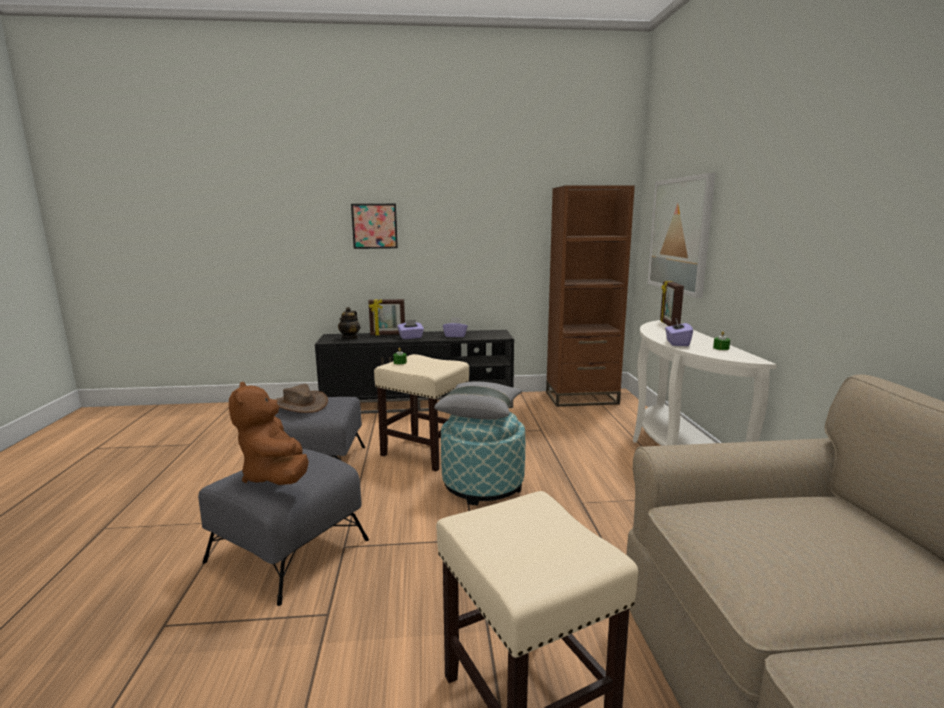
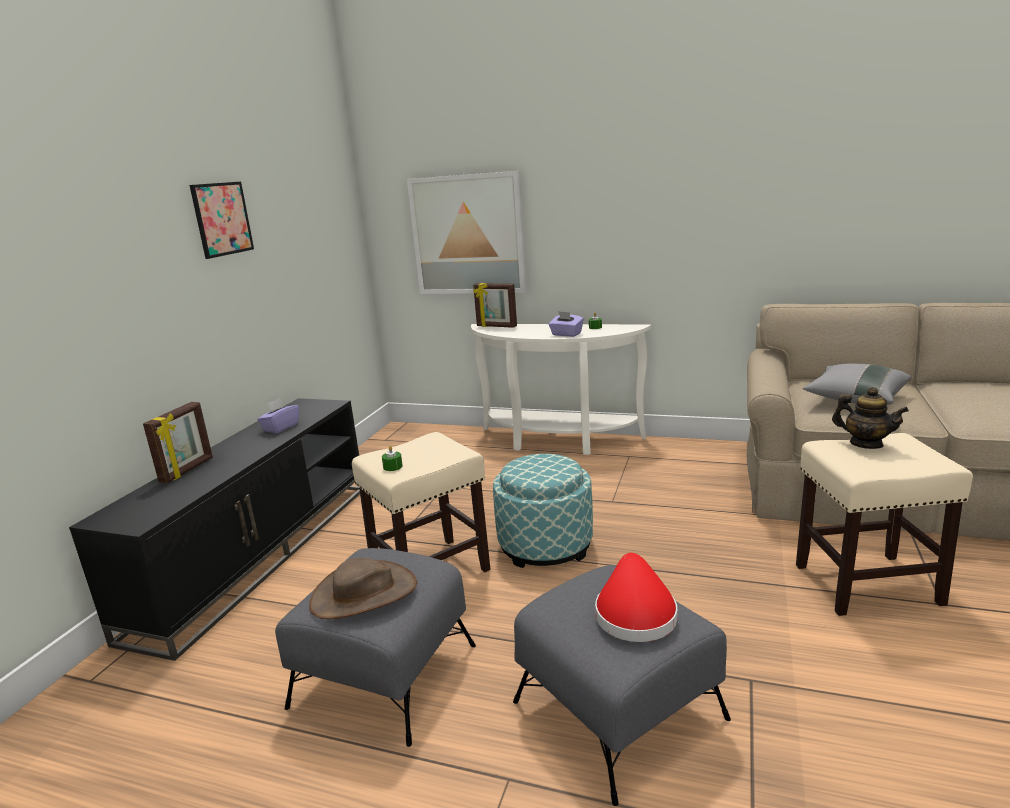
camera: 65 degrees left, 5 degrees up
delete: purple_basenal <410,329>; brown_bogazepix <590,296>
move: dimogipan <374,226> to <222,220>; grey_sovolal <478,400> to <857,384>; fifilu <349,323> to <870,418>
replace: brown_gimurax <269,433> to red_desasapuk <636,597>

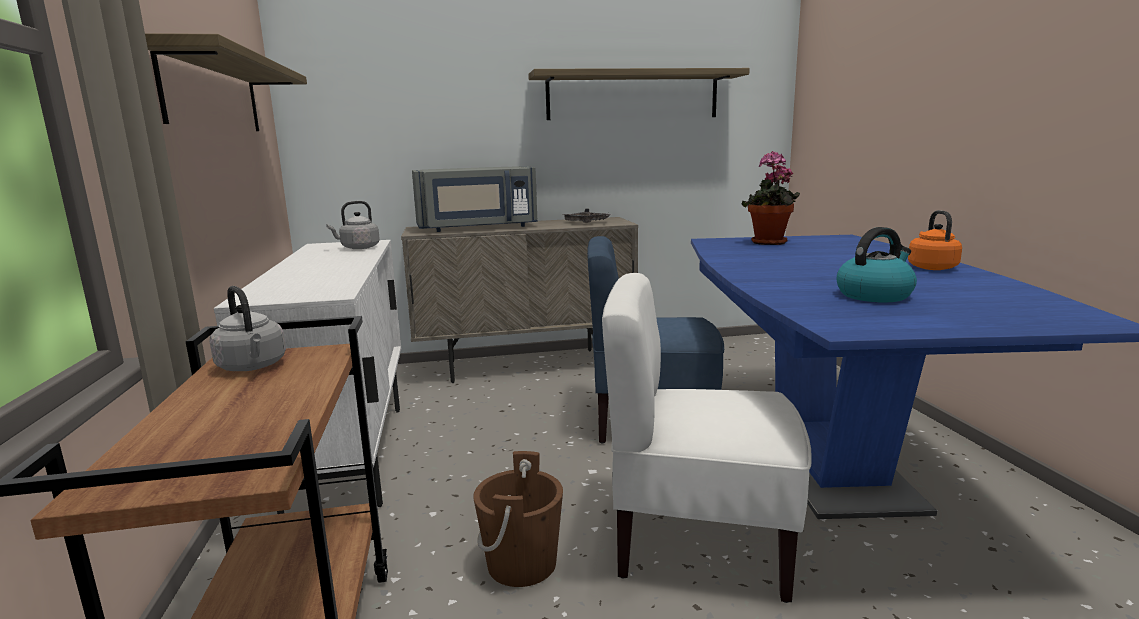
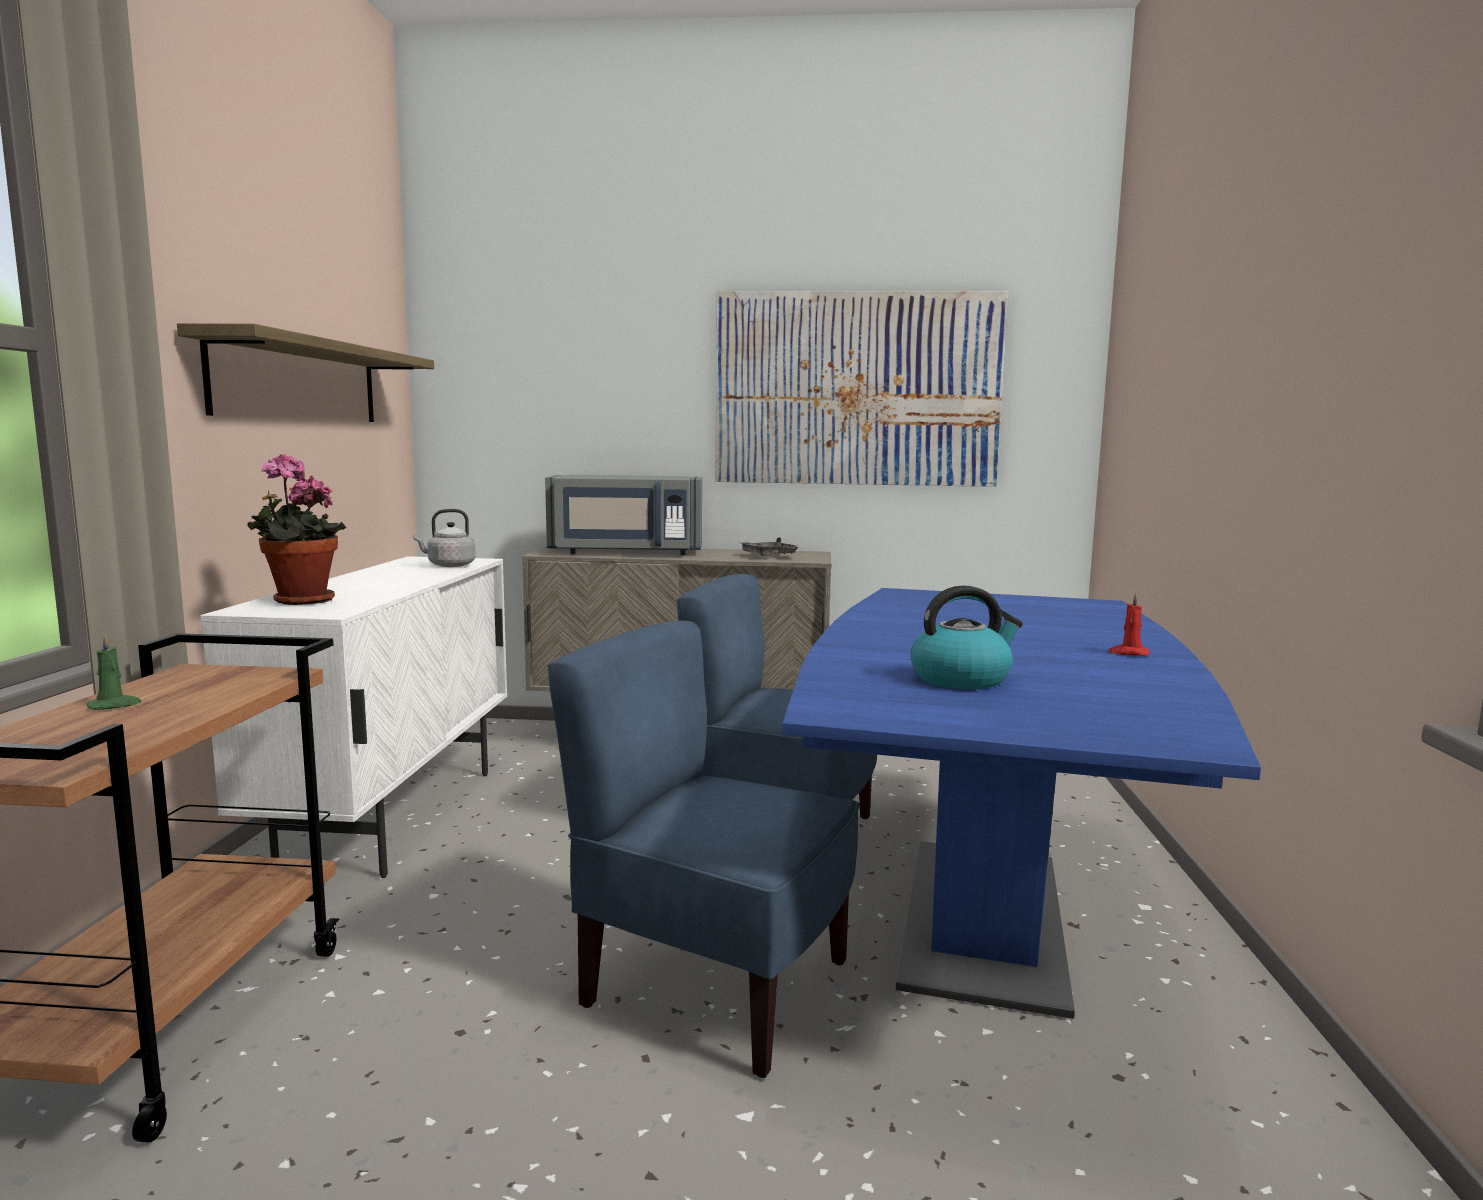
camera: 15 degrees right, 5 degrees down
delete: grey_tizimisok <247,328>; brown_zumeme <518,519>
insert: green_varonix <114,672>
move: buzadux <771,198> to <297,529>
replace: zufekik <639,94> to dimogipan <861,389>; orange_tizimisok <935,240> to red_varonix <1129,624>
recolor: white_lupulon <707,438> to blue_lupulon <703,849>

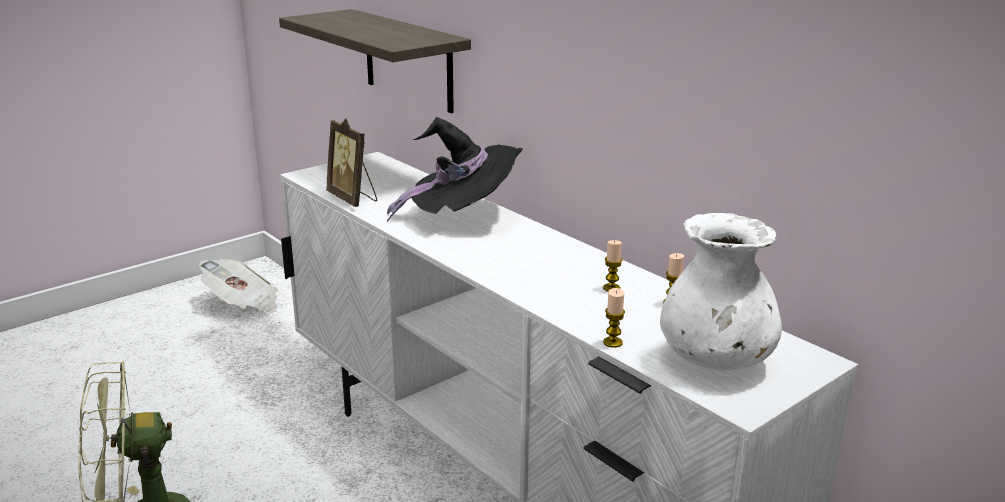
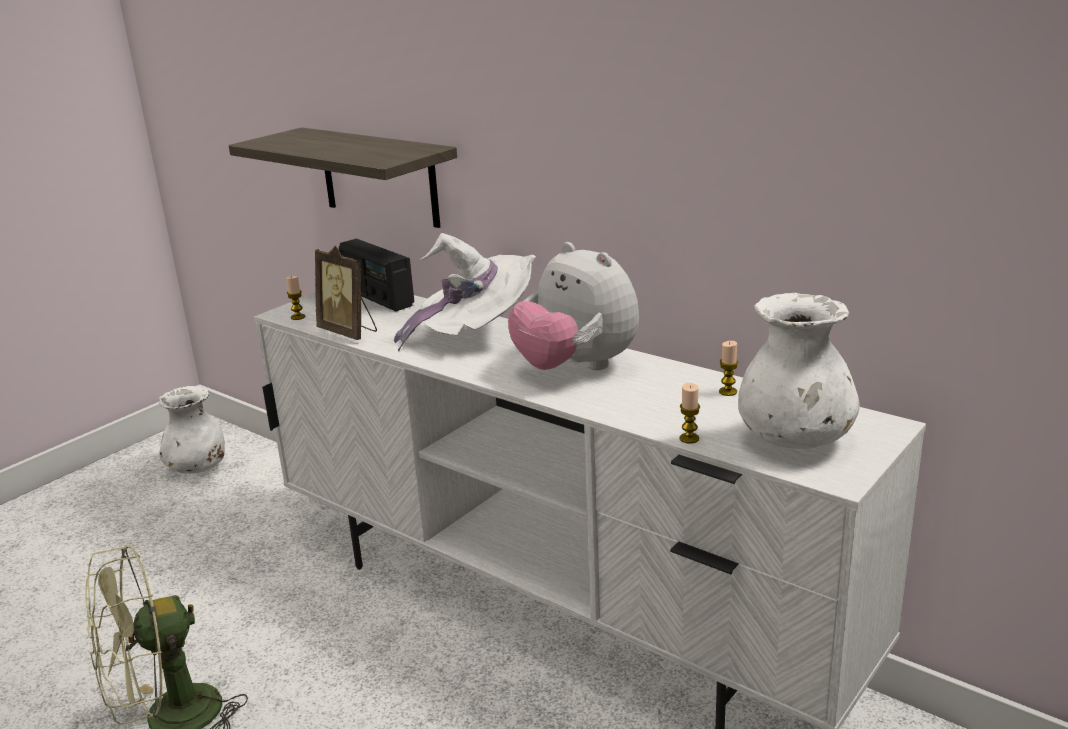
camera: 10 degrees left, 0 degrees up
insert: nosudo <376,275>; gimurax <573,306>
move: varonix <613,265> to <295,298>
replace: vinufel <238,286> to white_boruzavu <192,429>
recolor: black_desasapuk <455,169> to white_desasapuk <465,292>

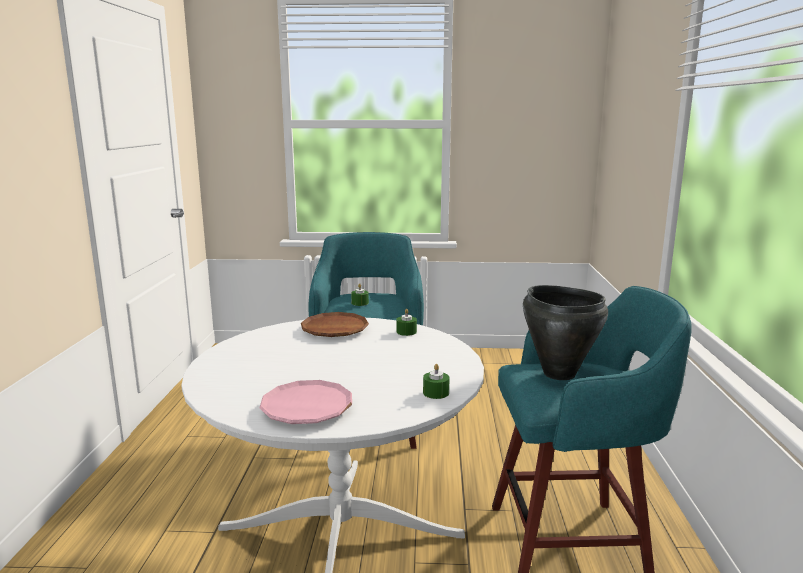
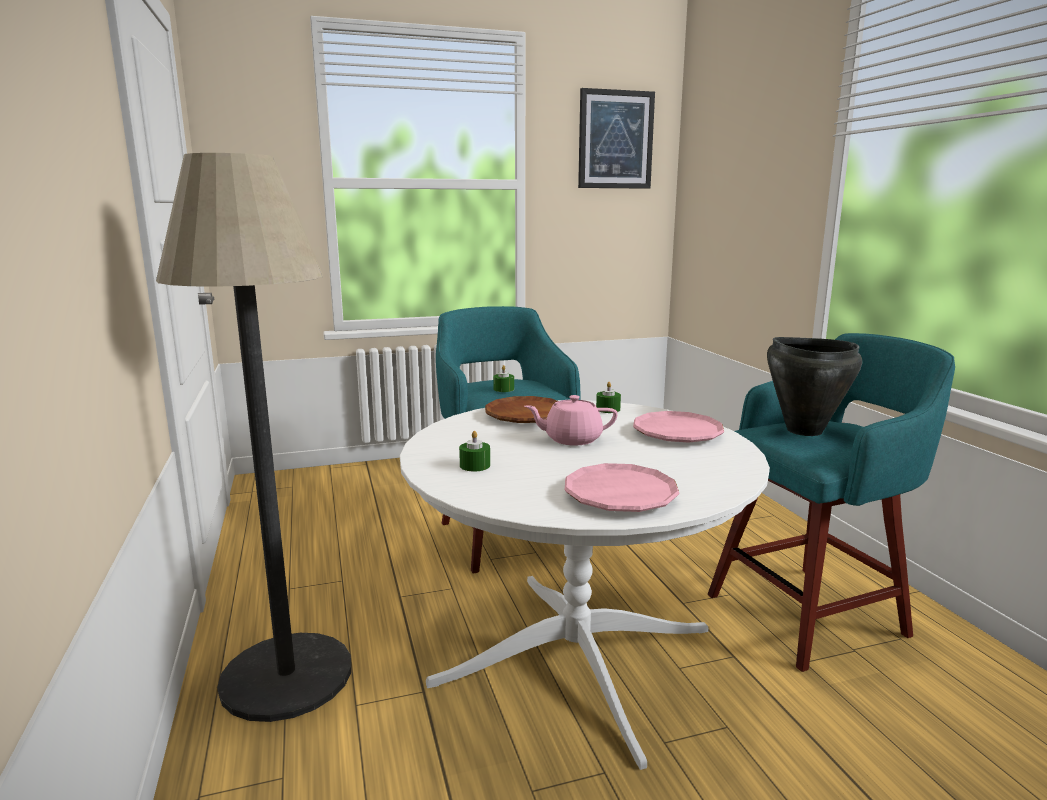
camera: 20 degrees left, 0 degrees up
insert: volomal <253,437>; pink_fifilu <571,420>; dimogipan <616,138>; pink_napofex <678,427>
move: green_varonix <436,381> to <474,451>

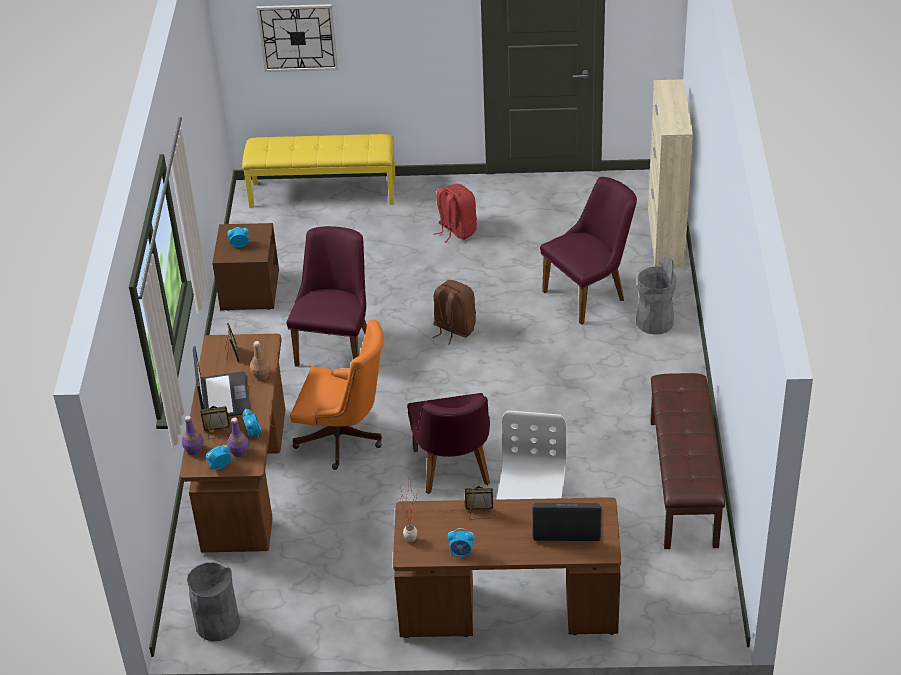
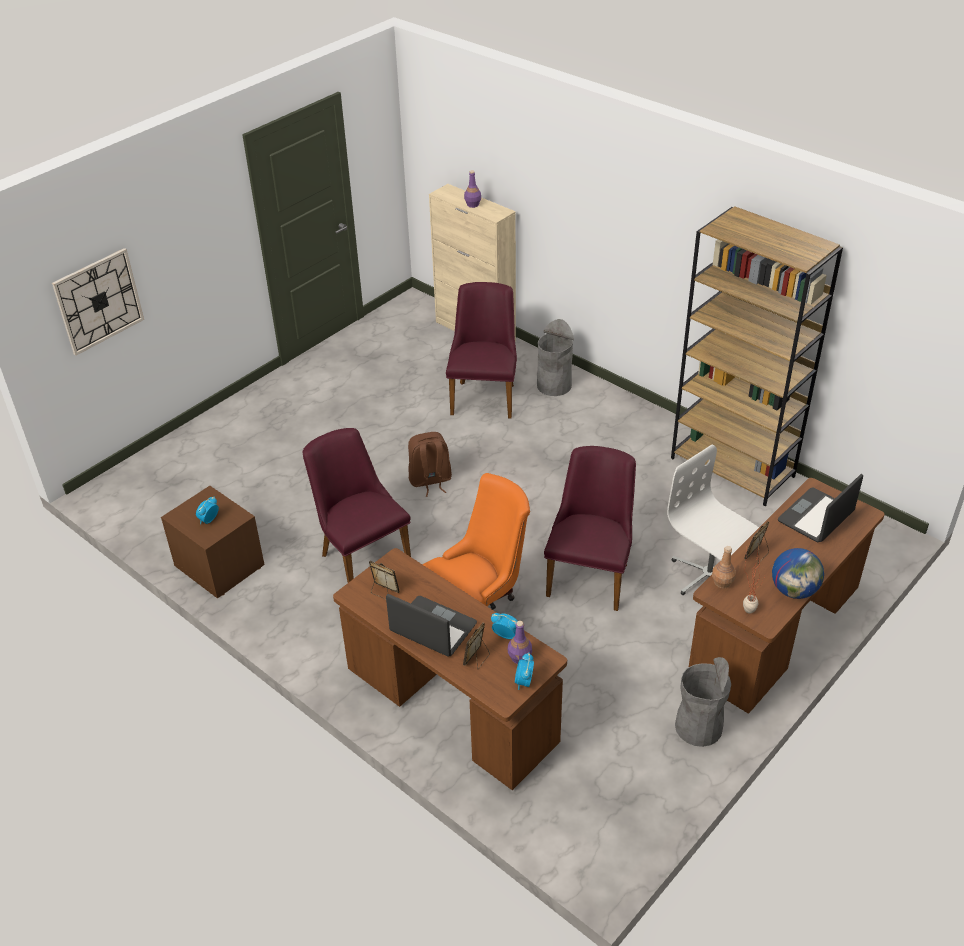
camera: 50 degrees left, 0 degrees up
delete: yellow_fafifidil <319,171>; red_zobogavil <455,213>
move: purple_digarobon <192,435> to <472,189>; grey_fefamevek <213,601> to <703,702>; brown_digarobon <260,360> to <724,567>
replace: brown_fafifidil <687,461> to brown_bogazepix <757,356>; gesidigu <461,542> to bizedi <798,573>
rotate: purple_lupulon <448,443> = <590,528> 105 degrees counterclockwise

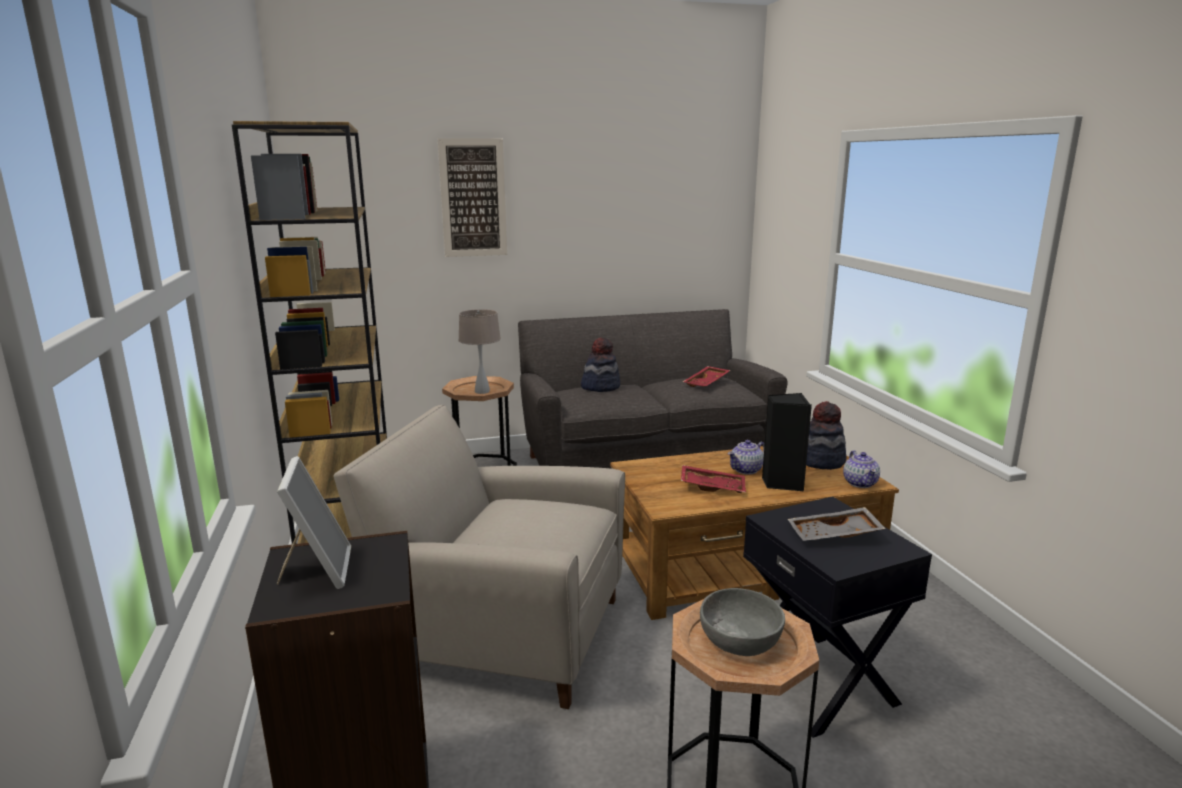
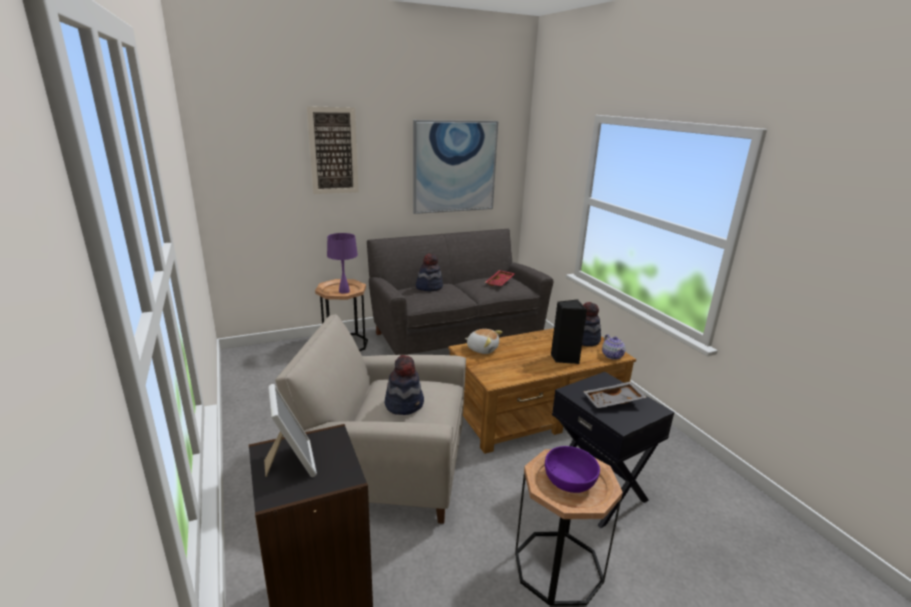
camera: 10 degrees left, 5 degrees up
delete: brown_bogazepix <309,332>; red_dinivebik <713,479>; fifilu <746,457>
insert: desasapuk <404,385>; dimogipan <455,167>; gimurax <484,341>
recolor: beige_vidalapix <479,351> to purple_vidalapix <342,263>; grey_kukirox <742,622> to purple_kukirox <572,469>

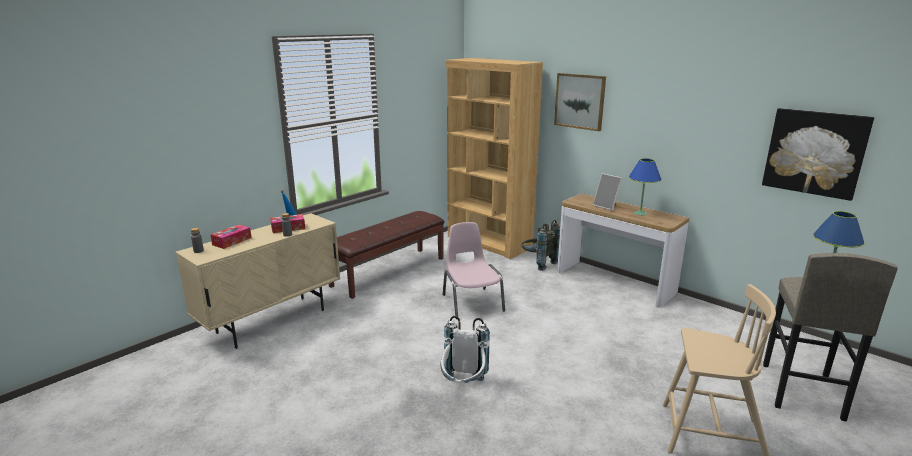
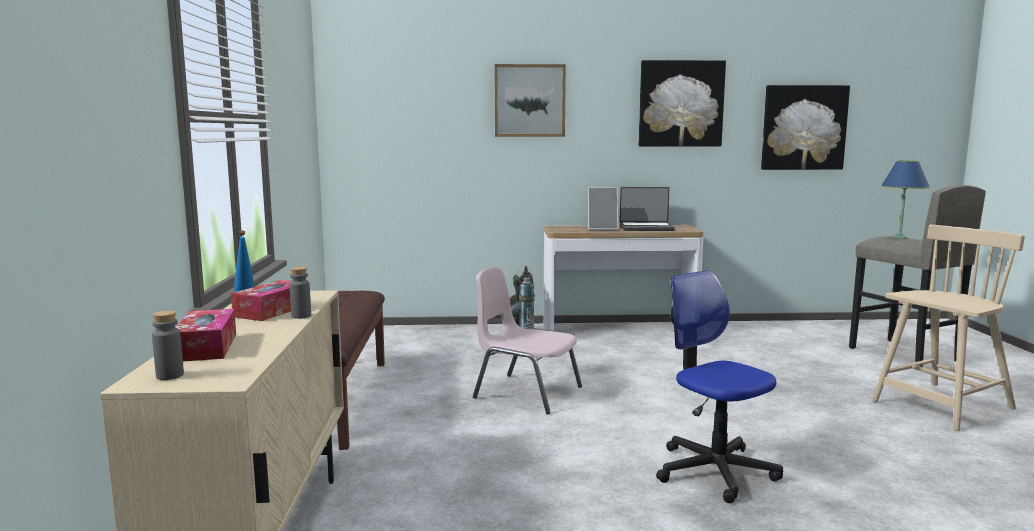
camera: 45 degrees left, 10 degrees down
delete: brown_bogazepix <494,158>
insert: dimogipan <682,103>
replace: blue_vidalapix <645,186> to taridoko <647,209>; white_zobogavil <465,349> to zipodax <719,386>

